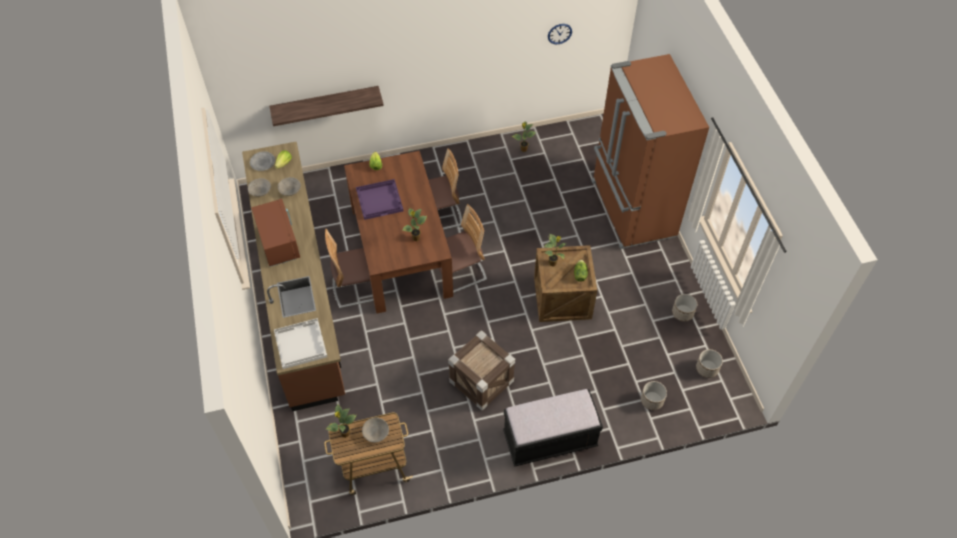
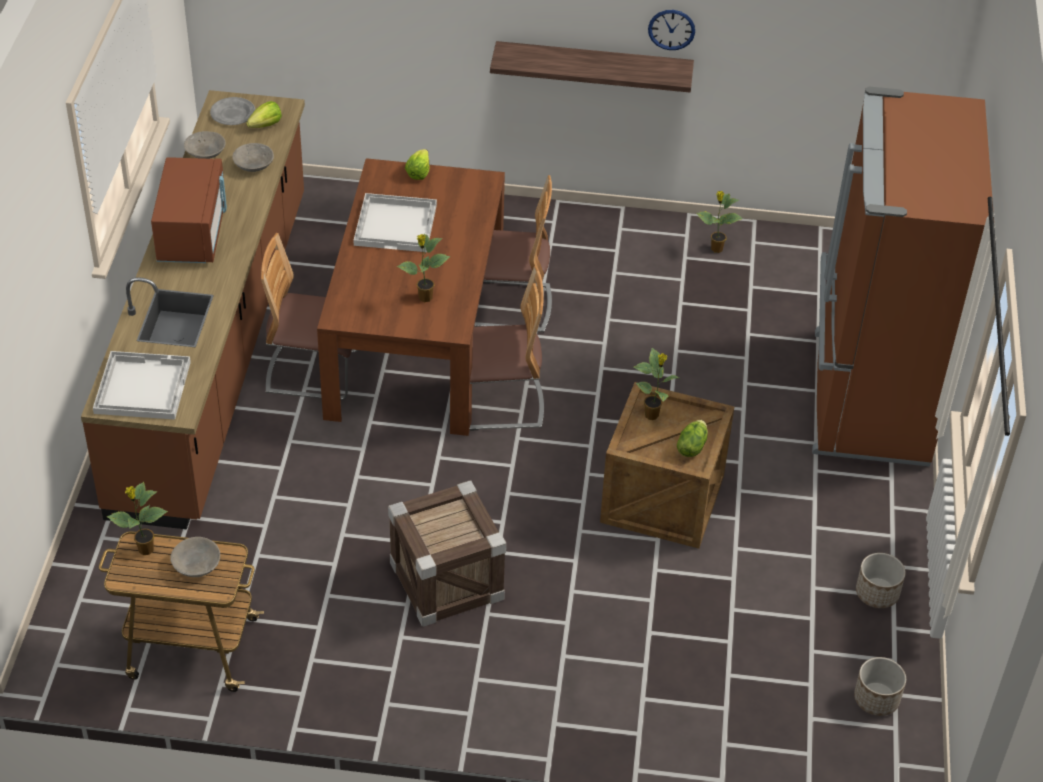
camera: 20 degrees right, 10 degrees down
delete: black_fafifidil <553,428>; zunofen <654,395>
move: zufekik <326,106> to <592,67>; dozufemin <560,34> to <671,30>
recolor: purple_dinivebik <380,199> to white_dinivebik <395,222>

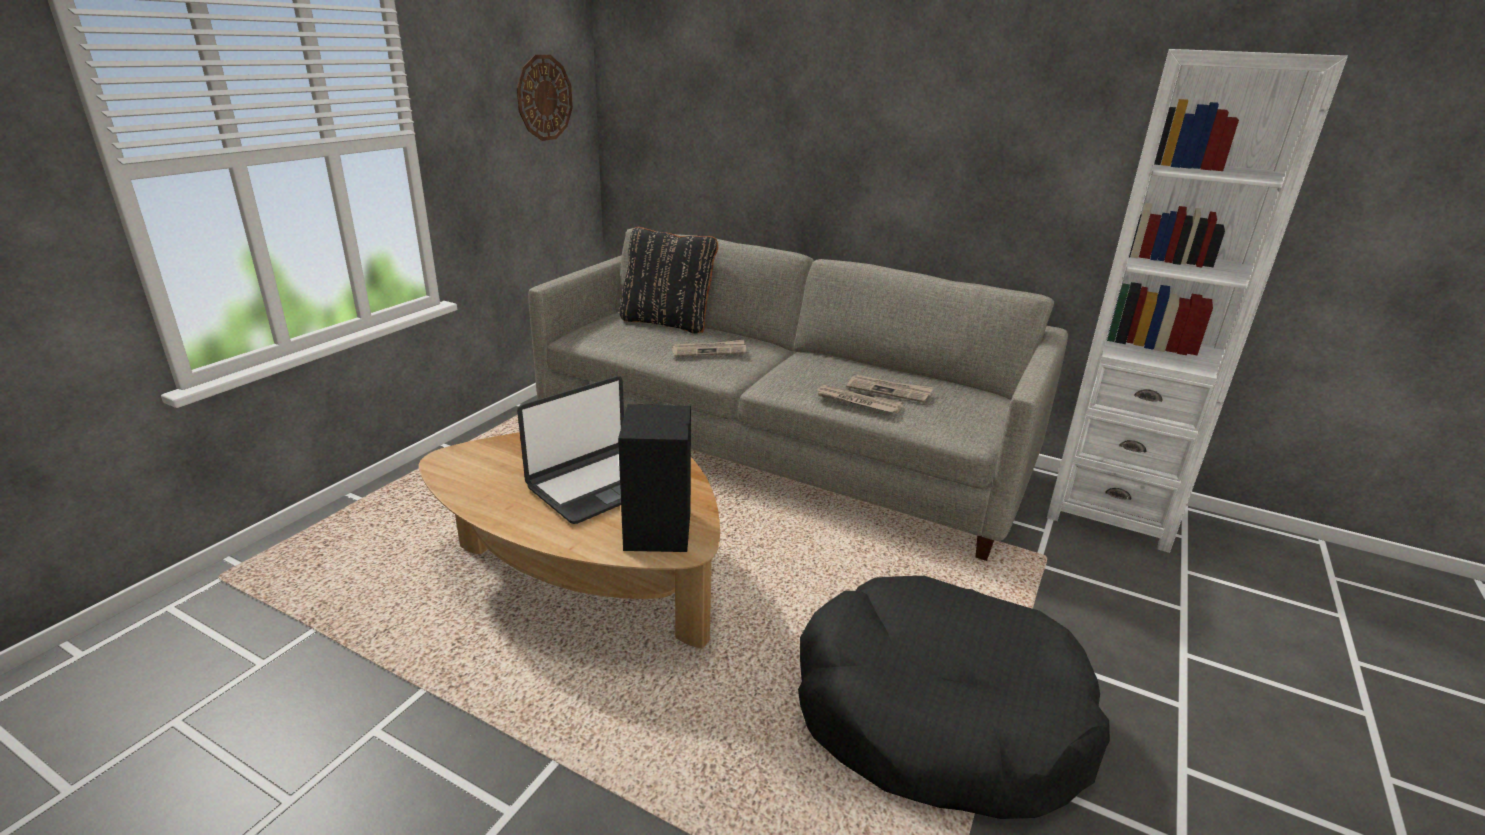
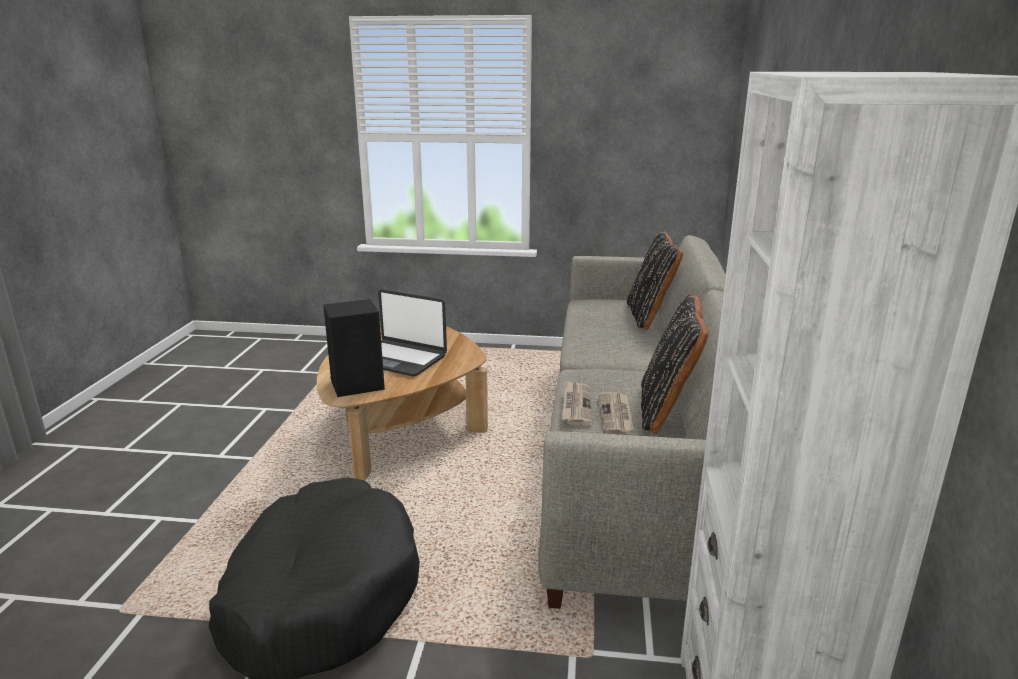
camera: 70 degrees right, 5 degrees down
delete: dozufemin <545,98>; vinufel <709,348>
insert: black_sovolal <675,363>

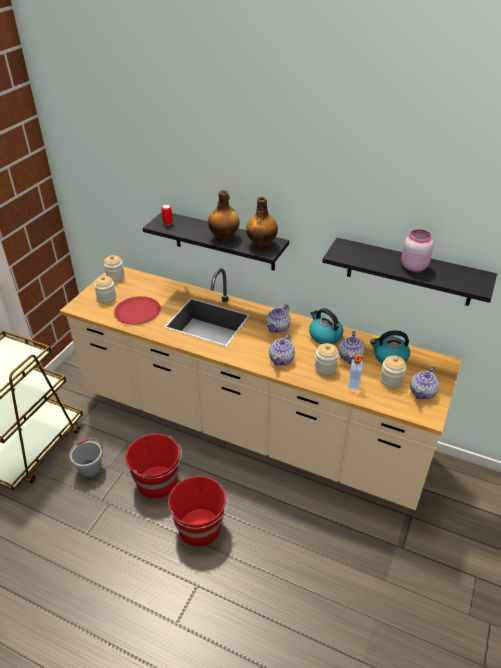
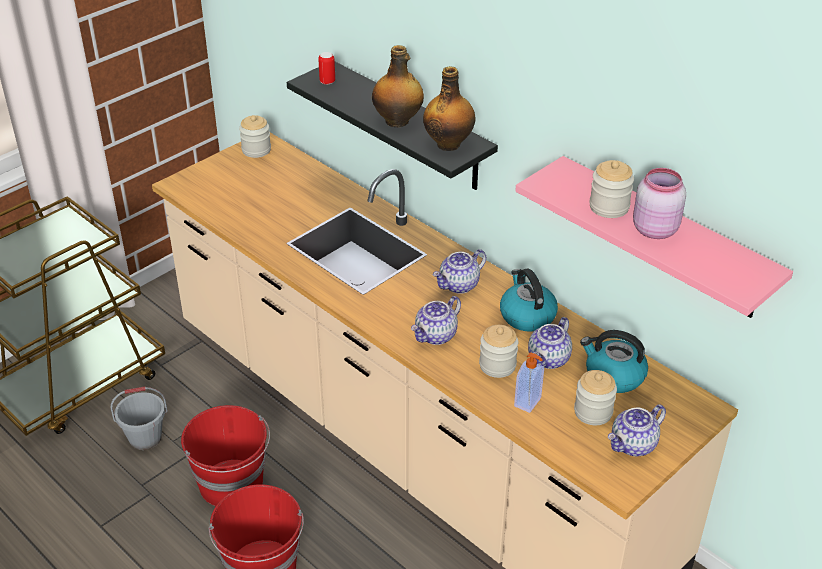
camera: 20 degrees right, 0 degrees up
delete: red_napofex <137,310>
move: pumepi <105,289> to <611,189>
recolor: black_zufekik <409,272> to pink_zufekik <654,237>

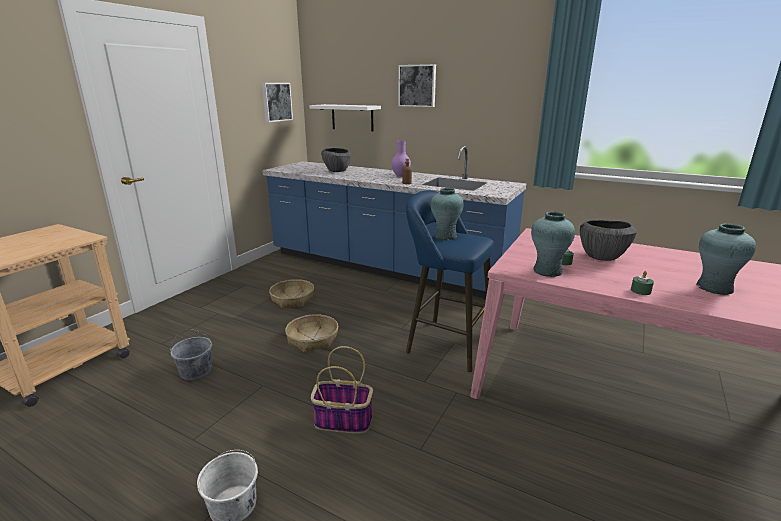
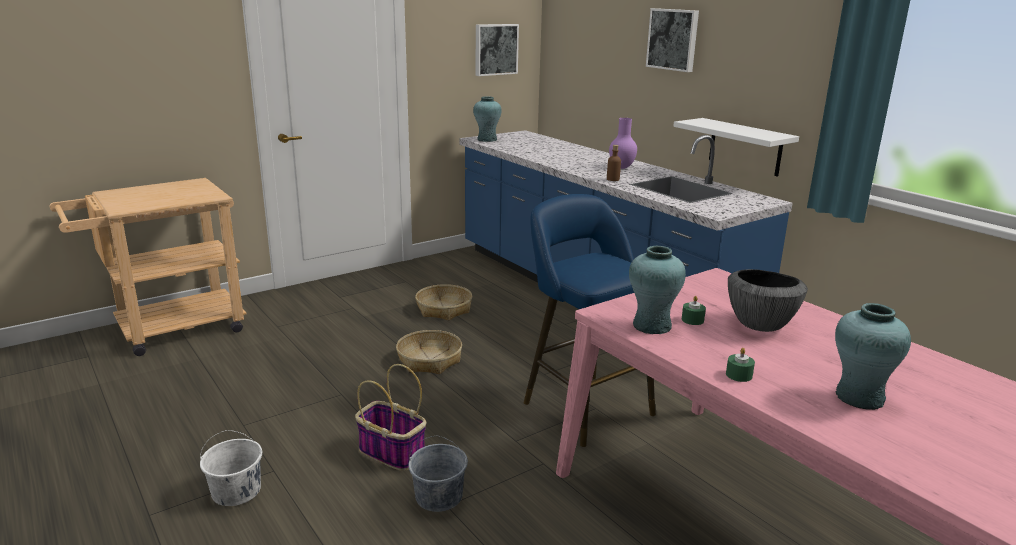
camera: 25 degrees right, 0 degrees up
delete: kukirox <336,160>
move: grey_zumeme <191,354> to <438,474>; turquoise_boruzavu <447,214> to <487,119>; white_zufekik <345,117> to <736,147>

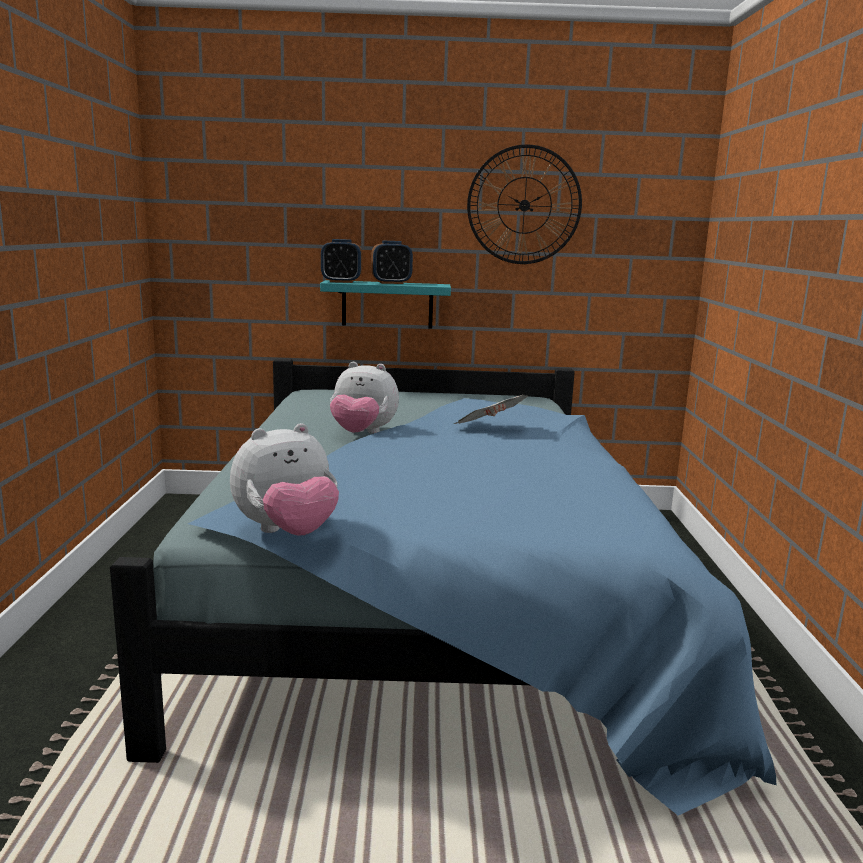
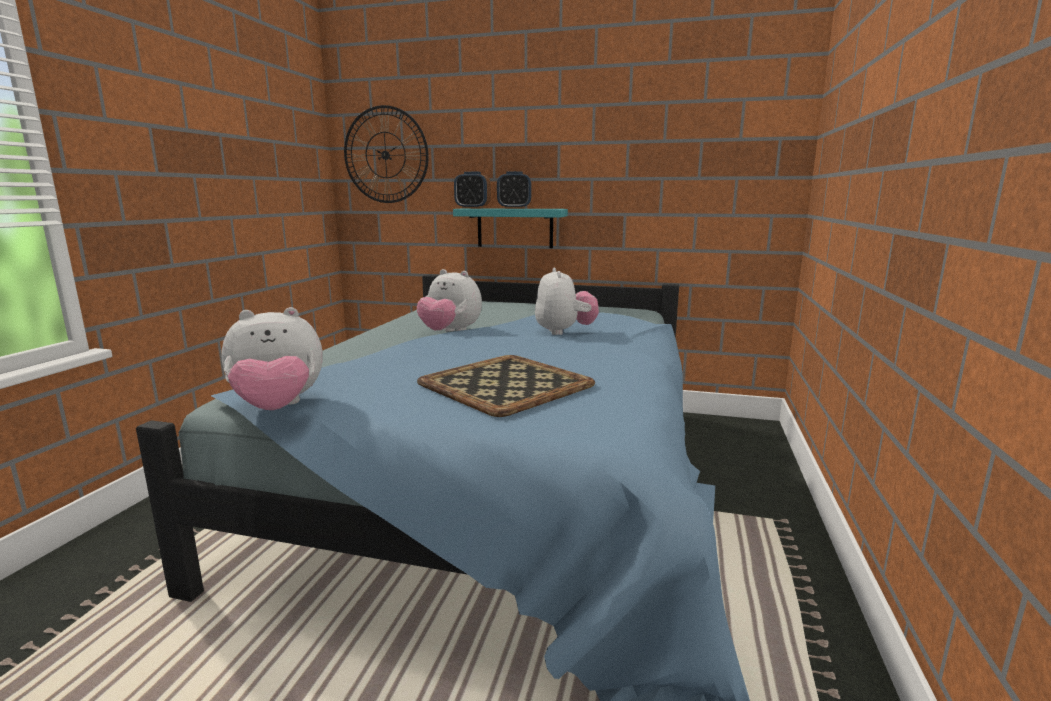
camera: 15 degrees right, 0 degrees up
insert: dinivebik <506,386>
move: dozufemin <524,204> to <386,154>
replace: vinufel <491,409> to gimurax <567,301>

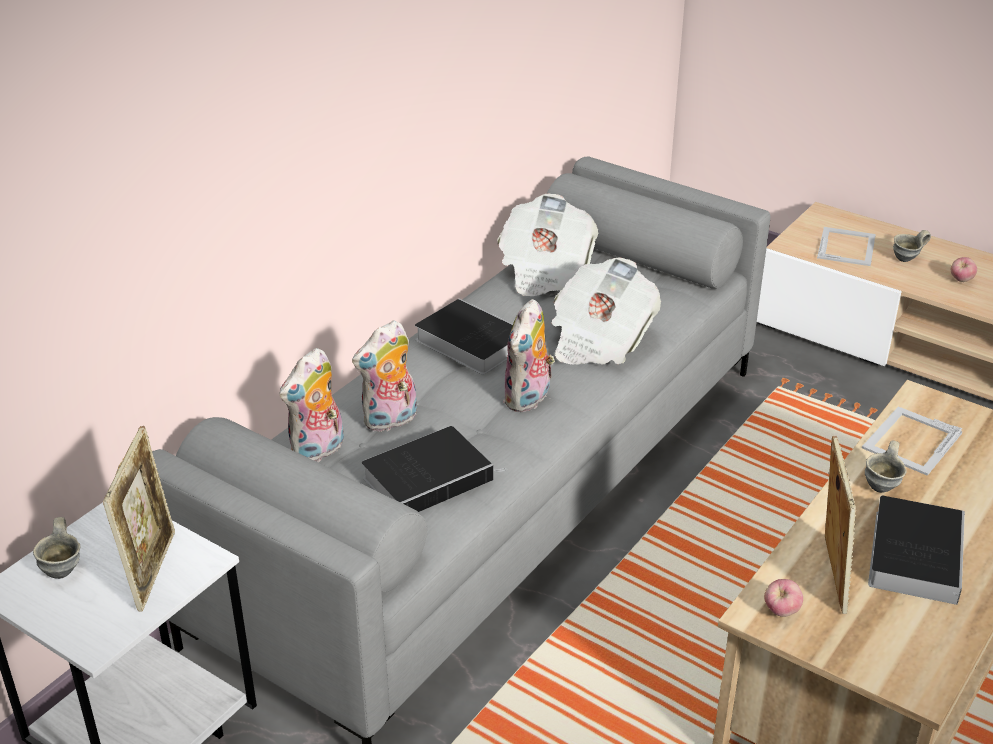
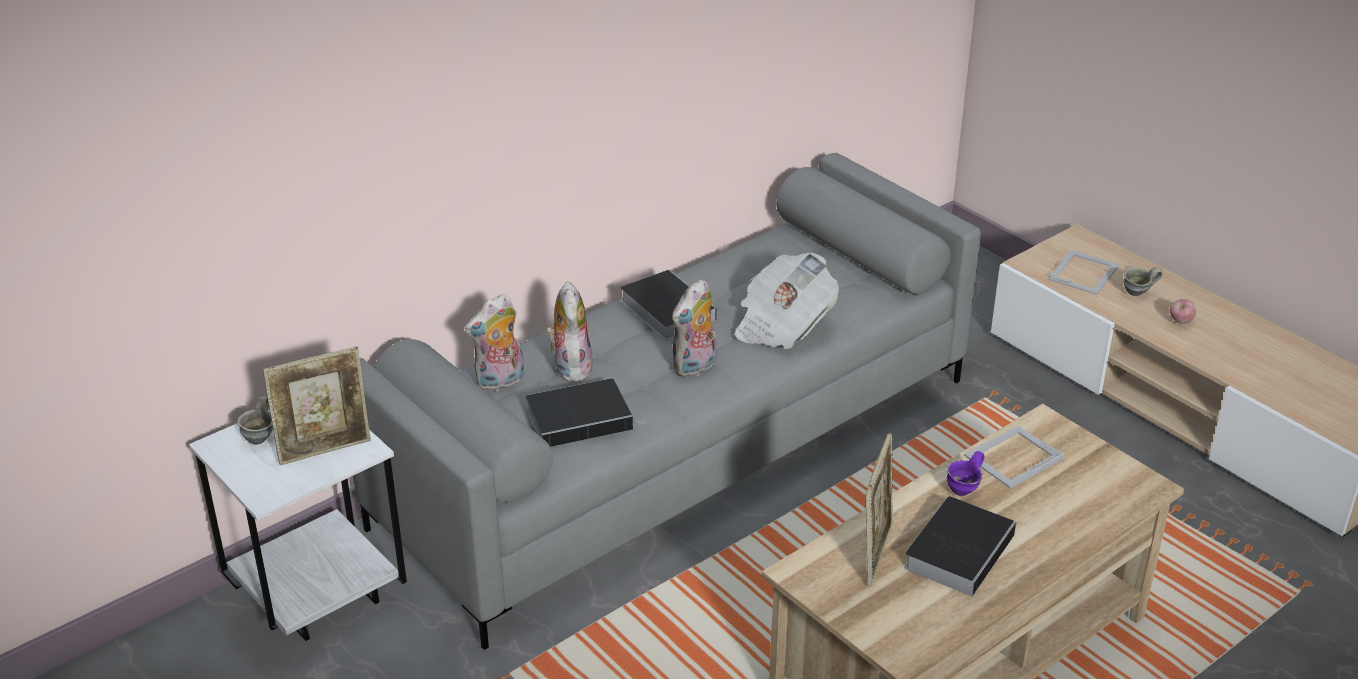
camera: 15 degrees right, 0 degrees up
delete: vinufel <547,245>; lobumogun <783,598>
recolor: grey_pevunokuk <886,467> to purple_pevunokuk <965,473>
rotate: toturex <139,519> = <317,406> 45 degrees clockwise; gimurax <384,376> = <569,332> 105 degrees clockwise

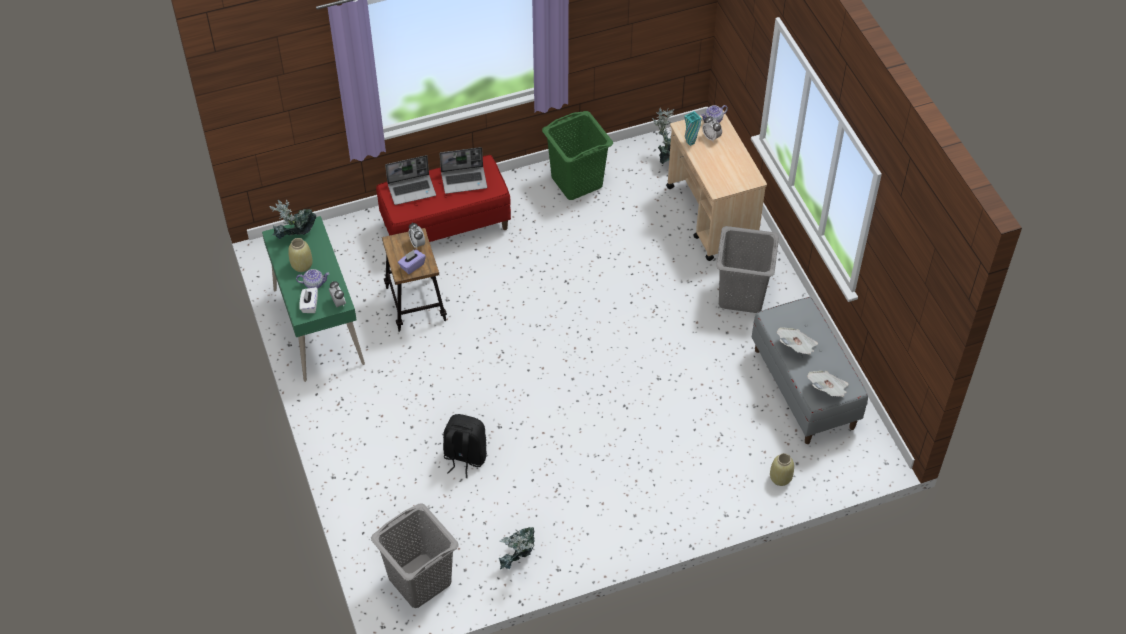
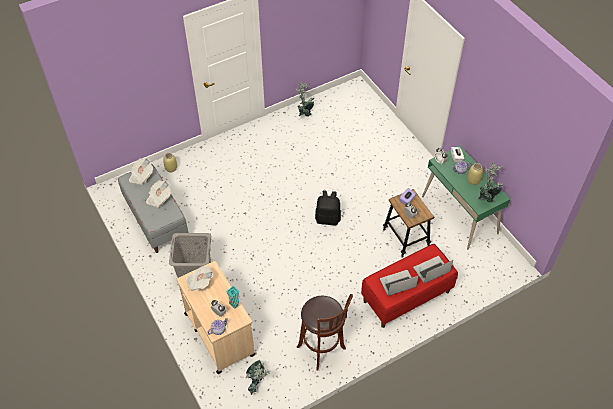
camera: 170 degrees right, 0 degrees up
delete: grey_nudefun <415,555>
insert: vinufel <199,278>
move: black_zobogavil <465,446> to <328,207>
replace: green_nudefun <577,155> to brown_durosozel <325,332>

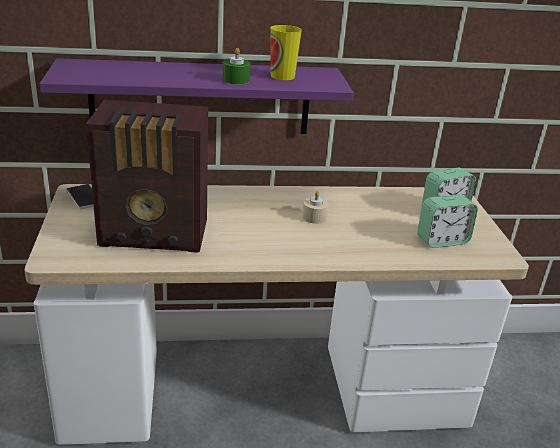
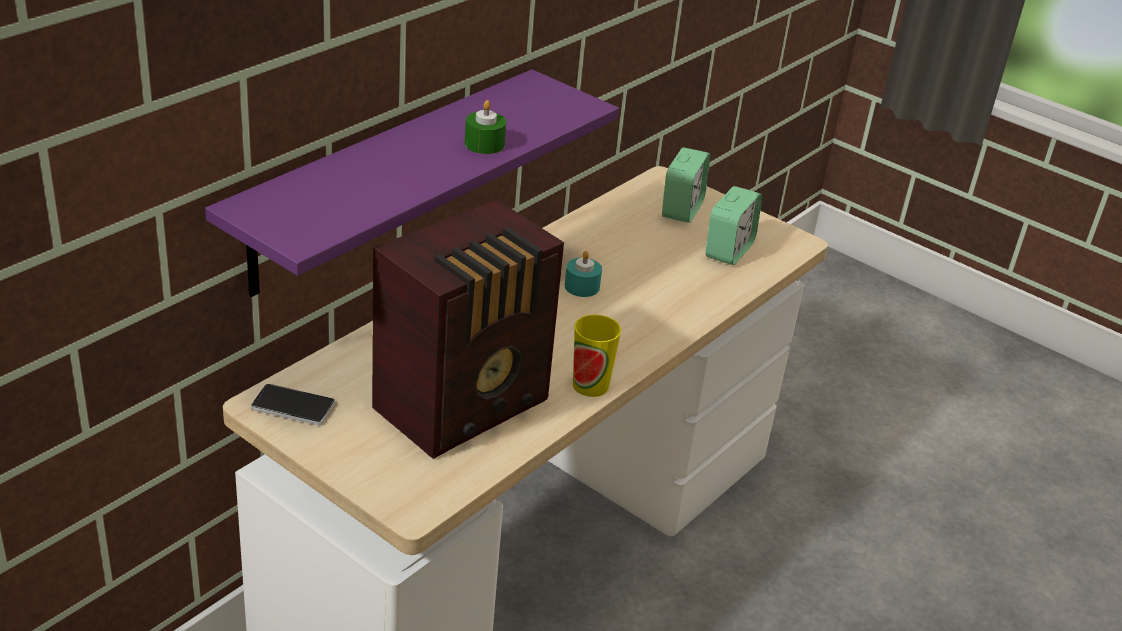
camera: 45 degrees left, 5 degrees up
move: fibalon <286,52> to <597,355>
recolor: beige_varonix <315,207> to turquoise_varonix <583,274>

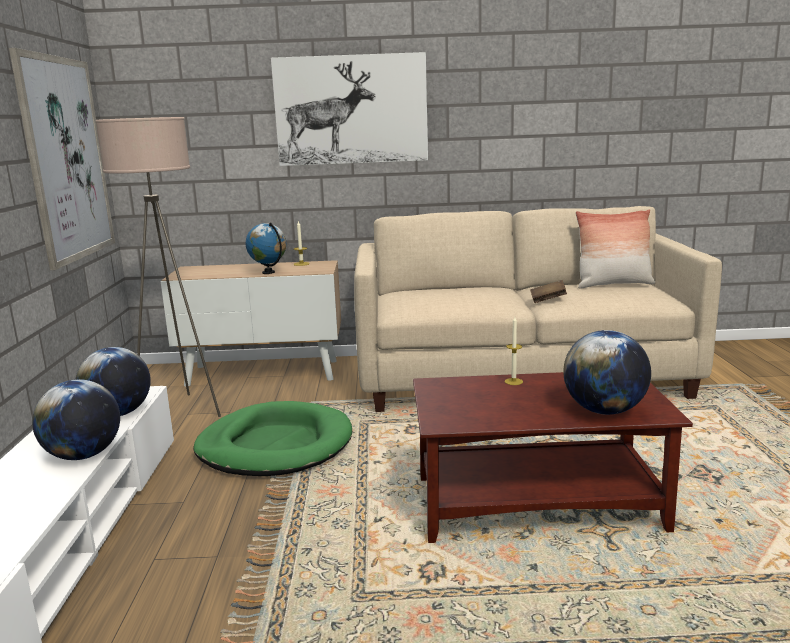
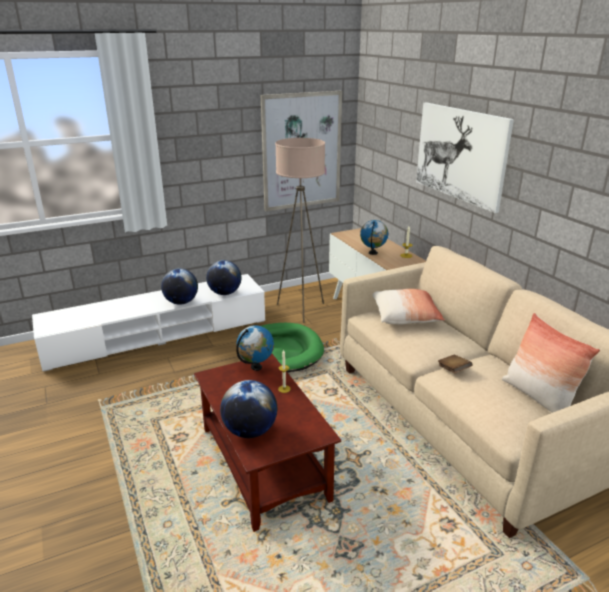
camera: 65 degrees right, 10 degrees up
insert: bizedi <255,348>; sovolal <409,307>

